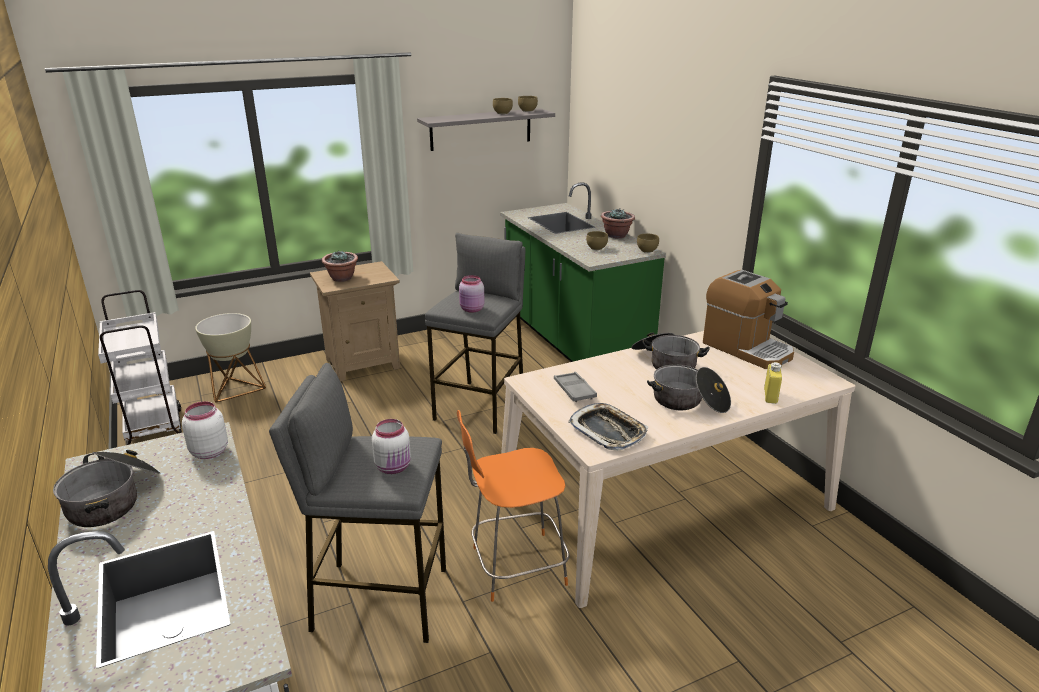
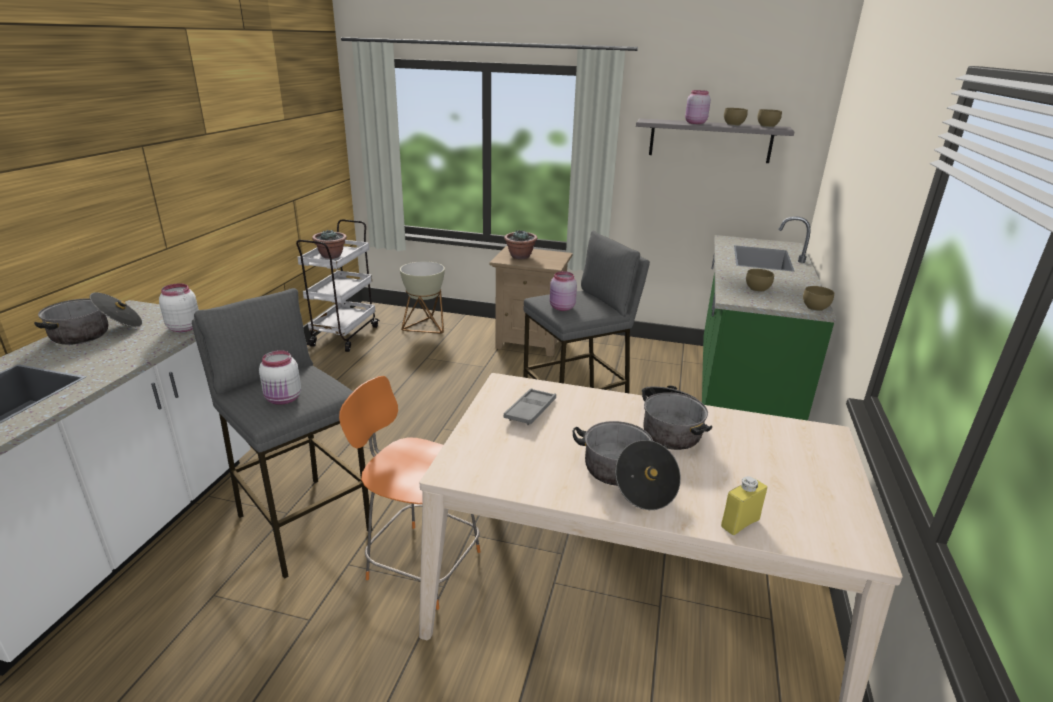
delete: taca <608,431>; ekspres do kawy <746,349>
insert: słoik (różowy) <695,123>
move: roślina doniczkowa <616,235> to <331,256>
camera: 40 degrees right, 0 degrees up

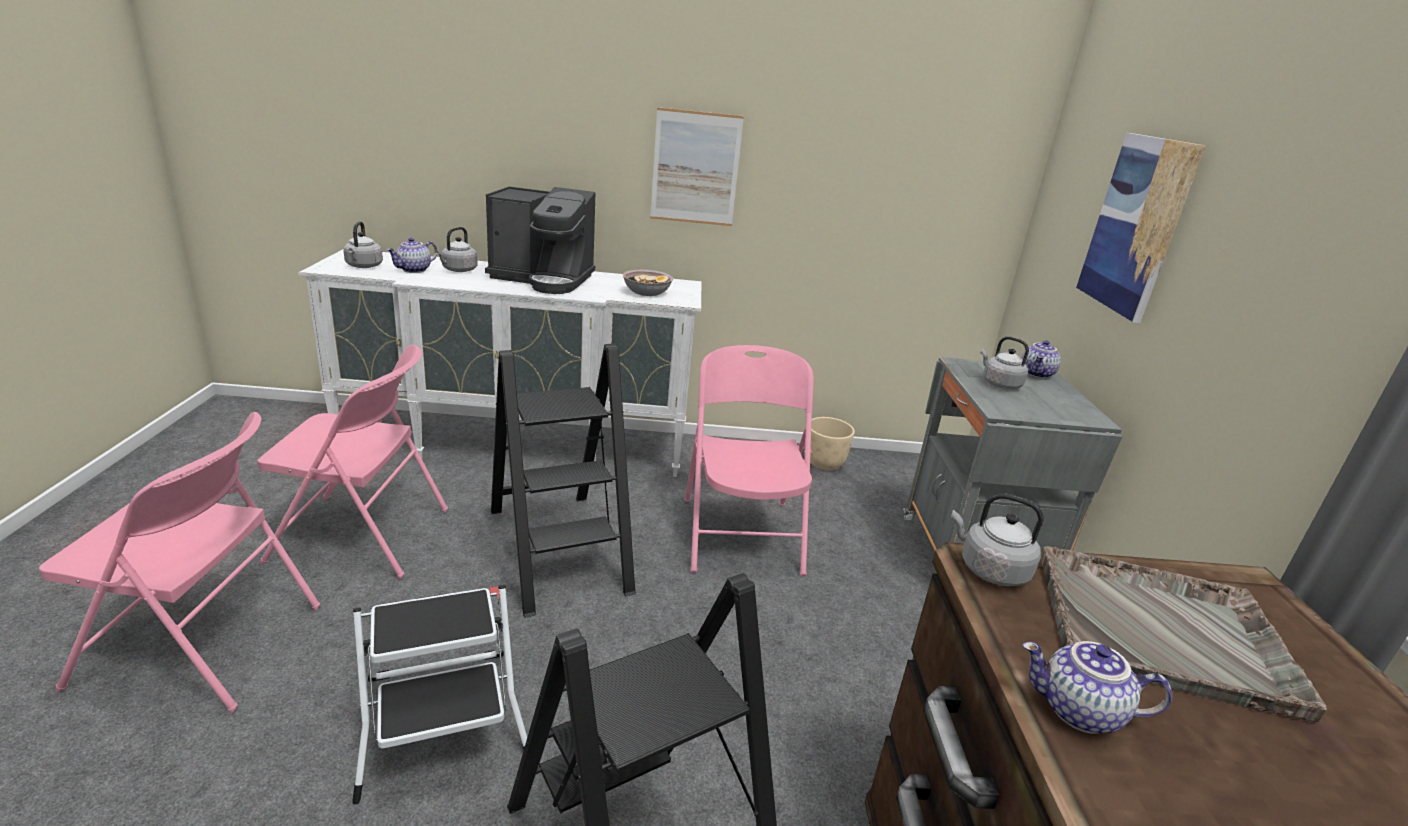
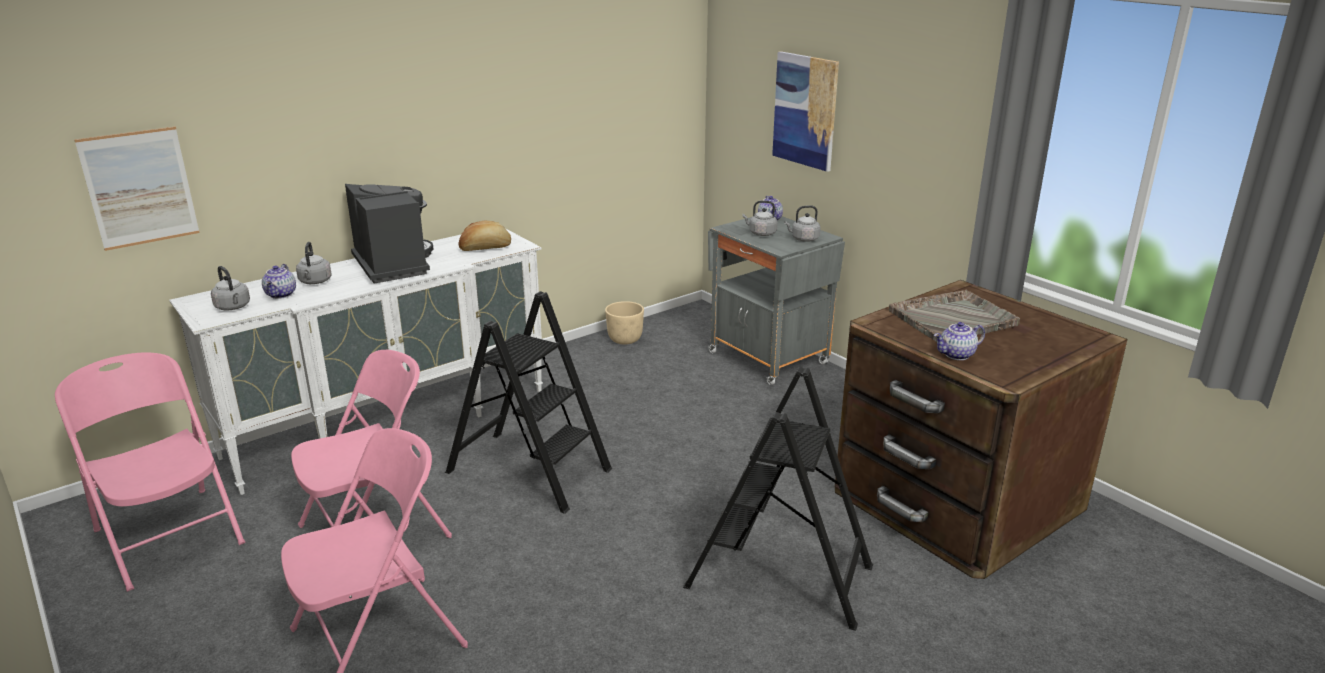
delete: drabinka <442,721>
move: obraz <695,168> to <139,188>; krzesło (różowy) <741,535> to <169,537>; czajnik (szary) <989,569> to <803,239>
replace: miska <646,293> to chleb <485,248>
rotate: ekspres do kawy <543,279> = <393,265> 90 degrees counterclockwise
camera: 35 degrees left, 0 degrees up

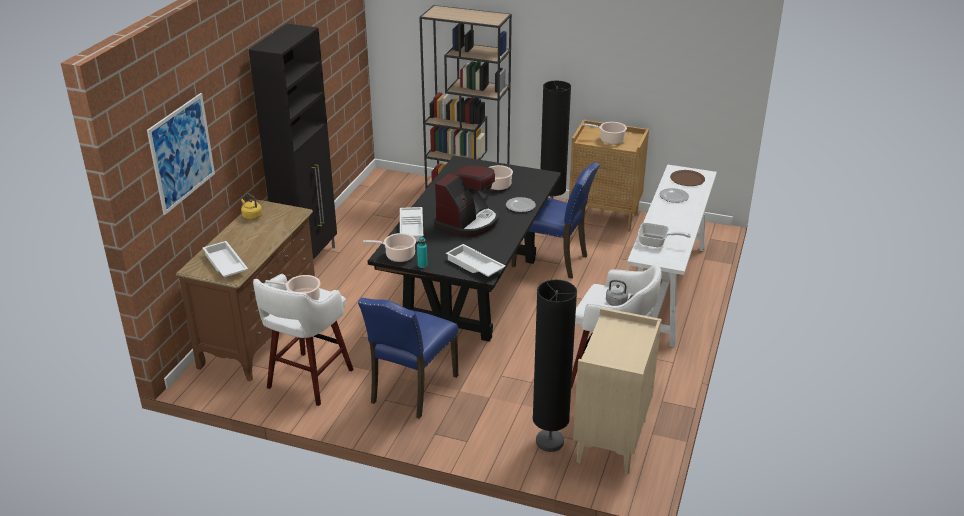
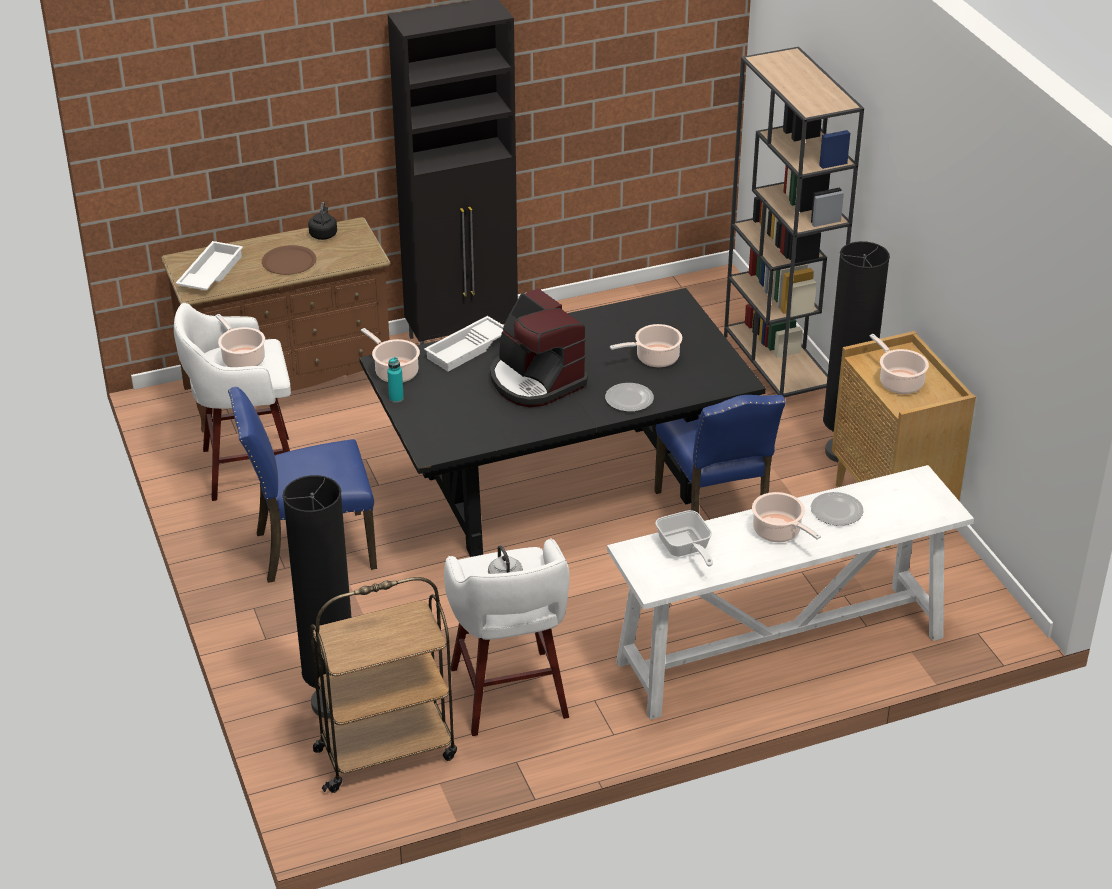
delete: obraz <182,153>; taca (biały) <474,266>
insert: garnek <779,532>
move: talerz (brązowy) <687,179> to <289,261>
replace: szafka (beżowy) <611,441> to wózek (brązowy) <387,754>
recolor: czajnik (żółty) <251,216> to czajnik (czarny) <323,234>
rotate: ekspres do kawy <468,222> = <535,380> 60 degrees clockwise
camera: 50 degrees right, 5 degrees up

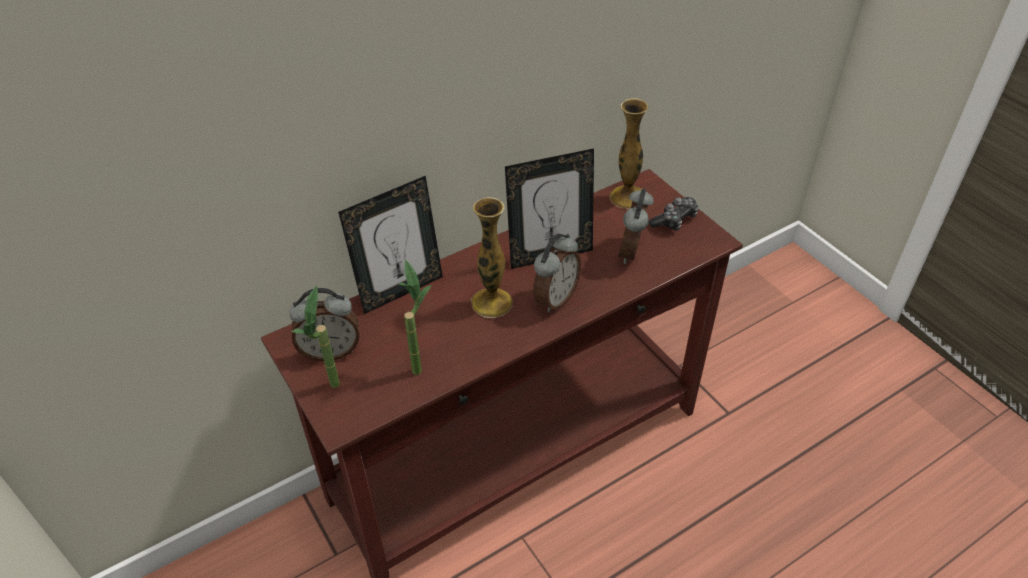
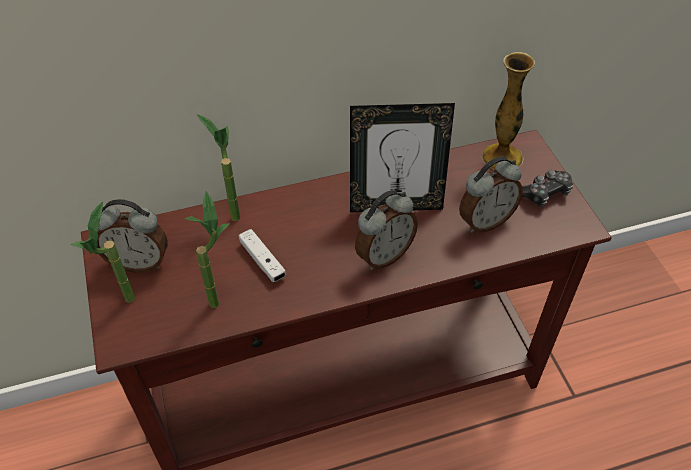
delete: wazon <492,302>
insert: pad do gier (biały) <262,261>
replace: ramka na zdjęcie <400,290> to roślina doniczkowa <230,212>
rotate: budzik <632,252> = <485,221> 150 degrees counterclockwise
camera: 15 degrees right, 5 degrees up

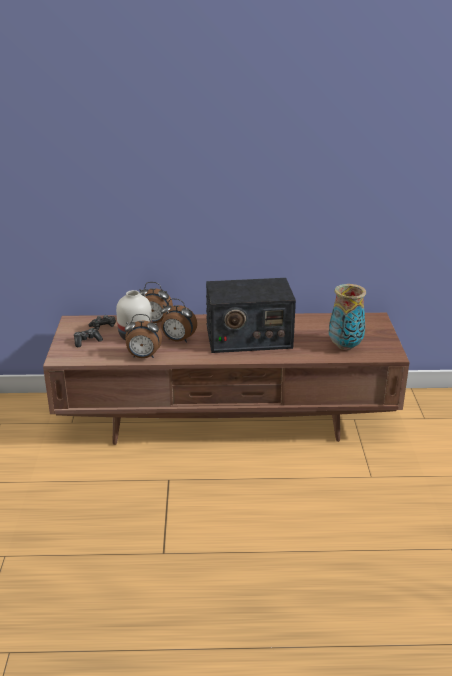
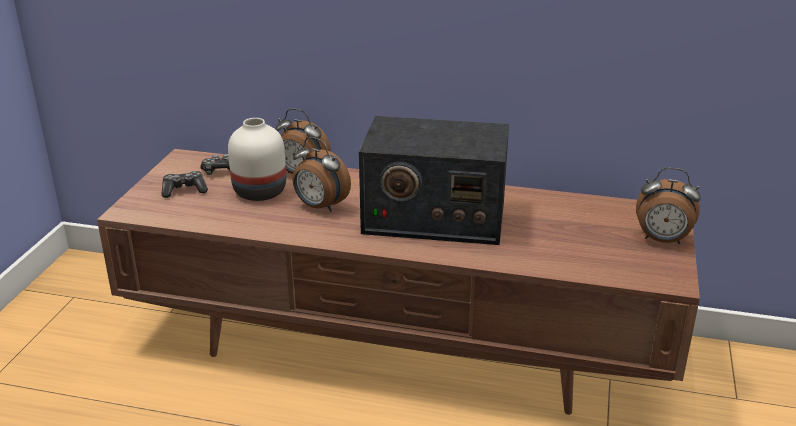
delete: wazon <345,346>
move: budzik <143,357> to <662,240>
camera: 15 degrees right, 0 degrees up

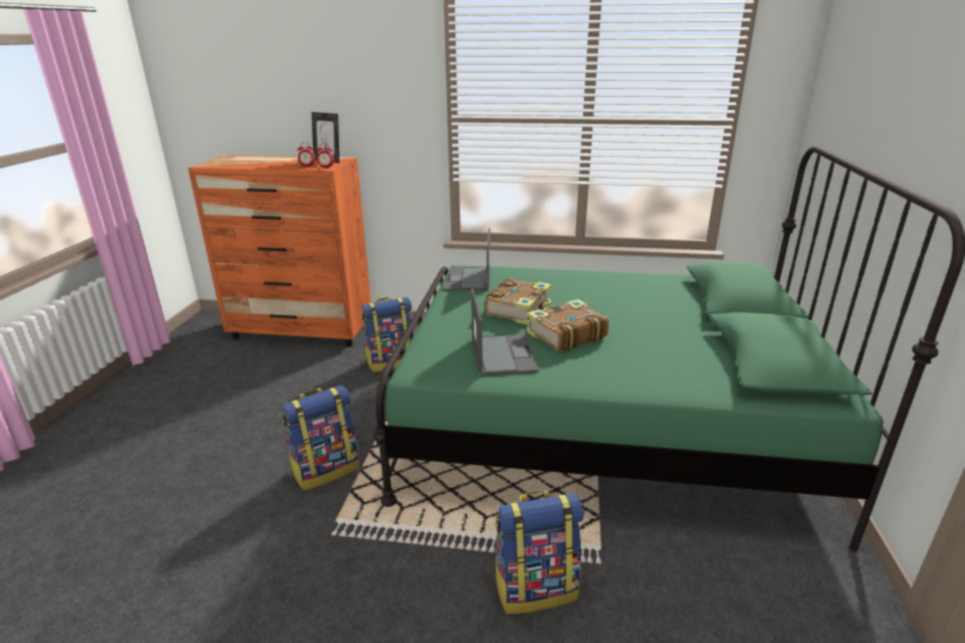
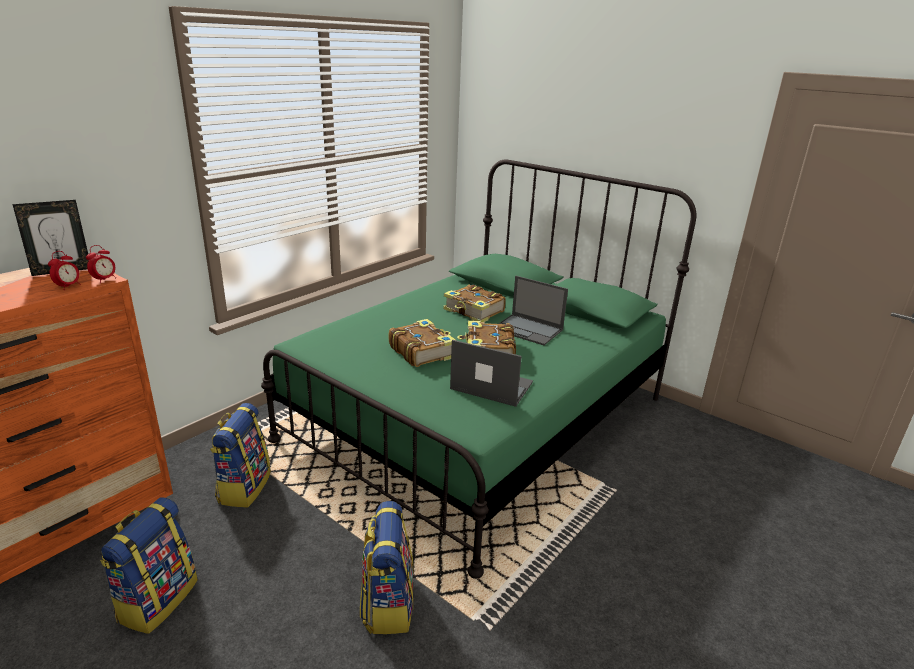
insert: książka <474,312>
move: laptop <468,280> to <528,330>; plecak <536,588> to <157,599>
camera: 60 degrees left, 0 degrees up

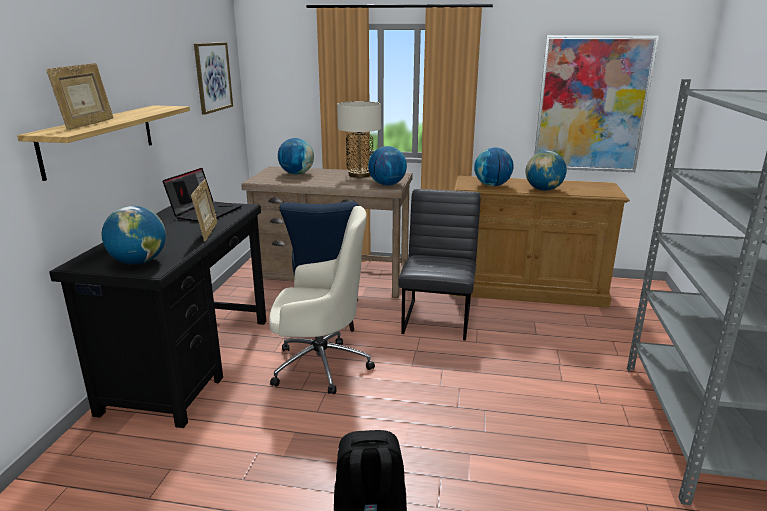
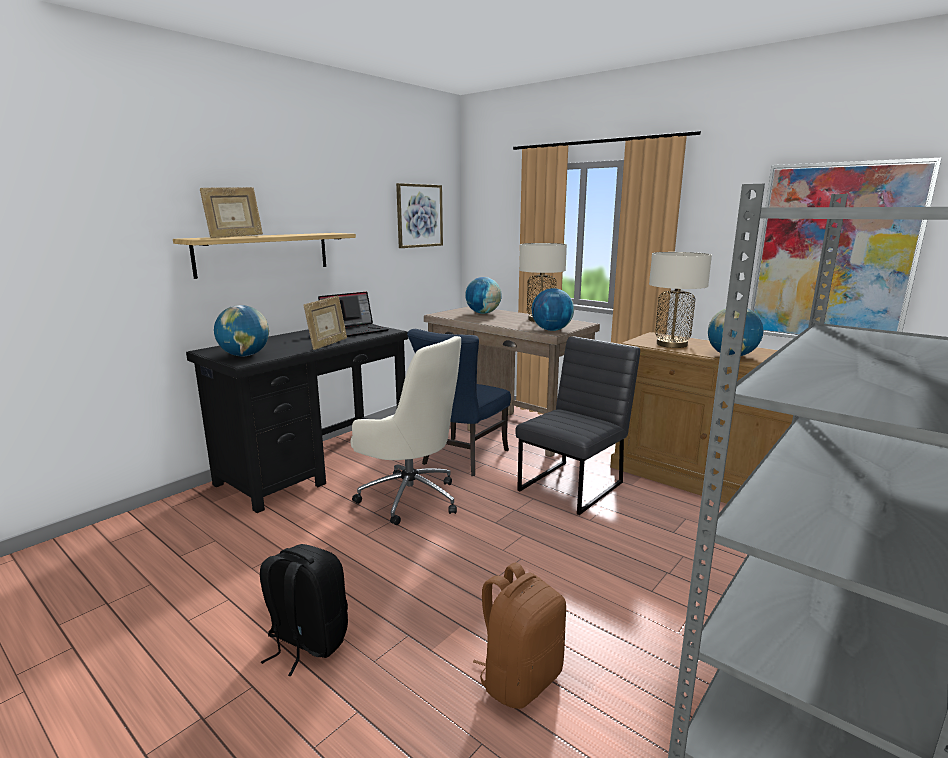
insert: plecak (brązowy) <520,678>
replace: globus <492,185> to lampa stołowa <672,344>
camera: 30 degrees right, 5 degrees down

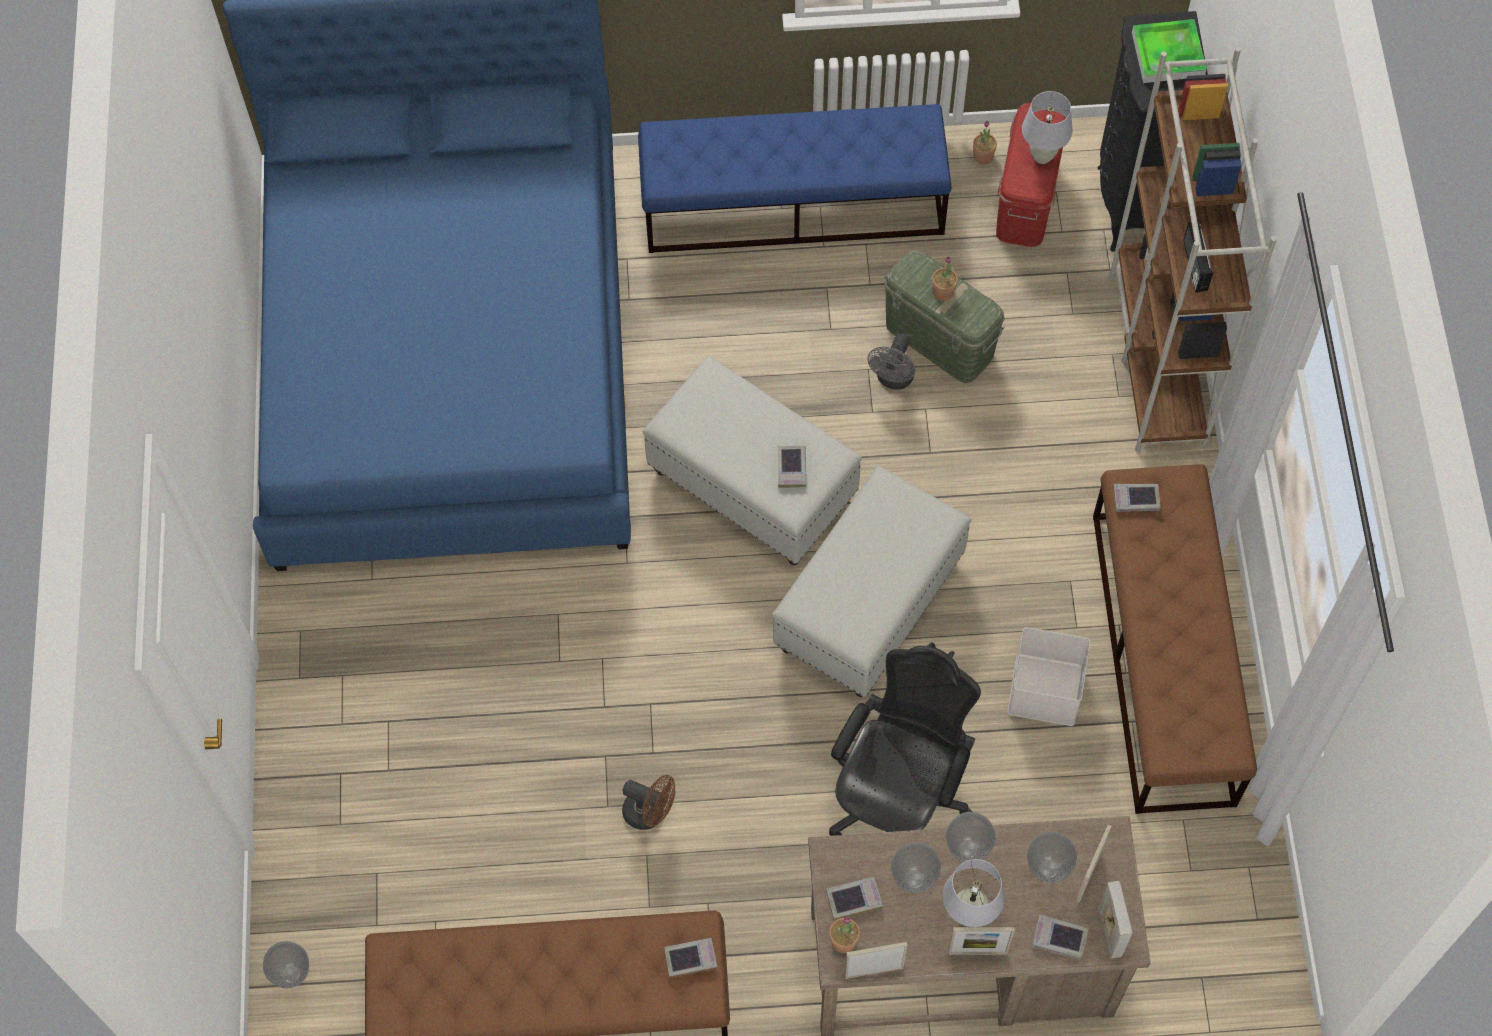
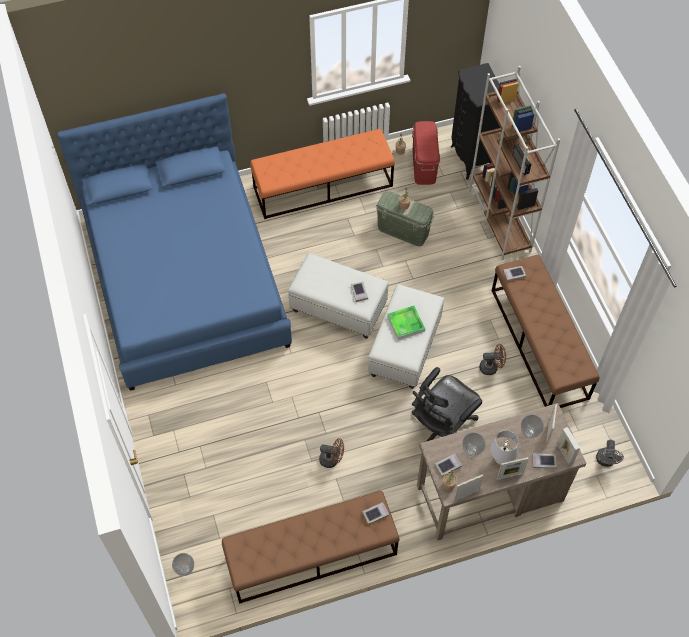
delete: wazon <968,848>; lampa stołowa (biały) <1042,156>
move: wentylator (szary) <893,379> to <605,461>; taca <1168,54> to <406,324>
replace: pojemnik do przechowywania (biały) <1044,688> to wentylator (brązowy) <491,367>
recolor: ławka (niebieski) <794,205> to ławka (pomarańczowy) <323,187>
rotate: krzesło biurowe <898,797> = <441,428> 150 degrees counterclockwise
camera: 15 degrees left, 5 degrees down

